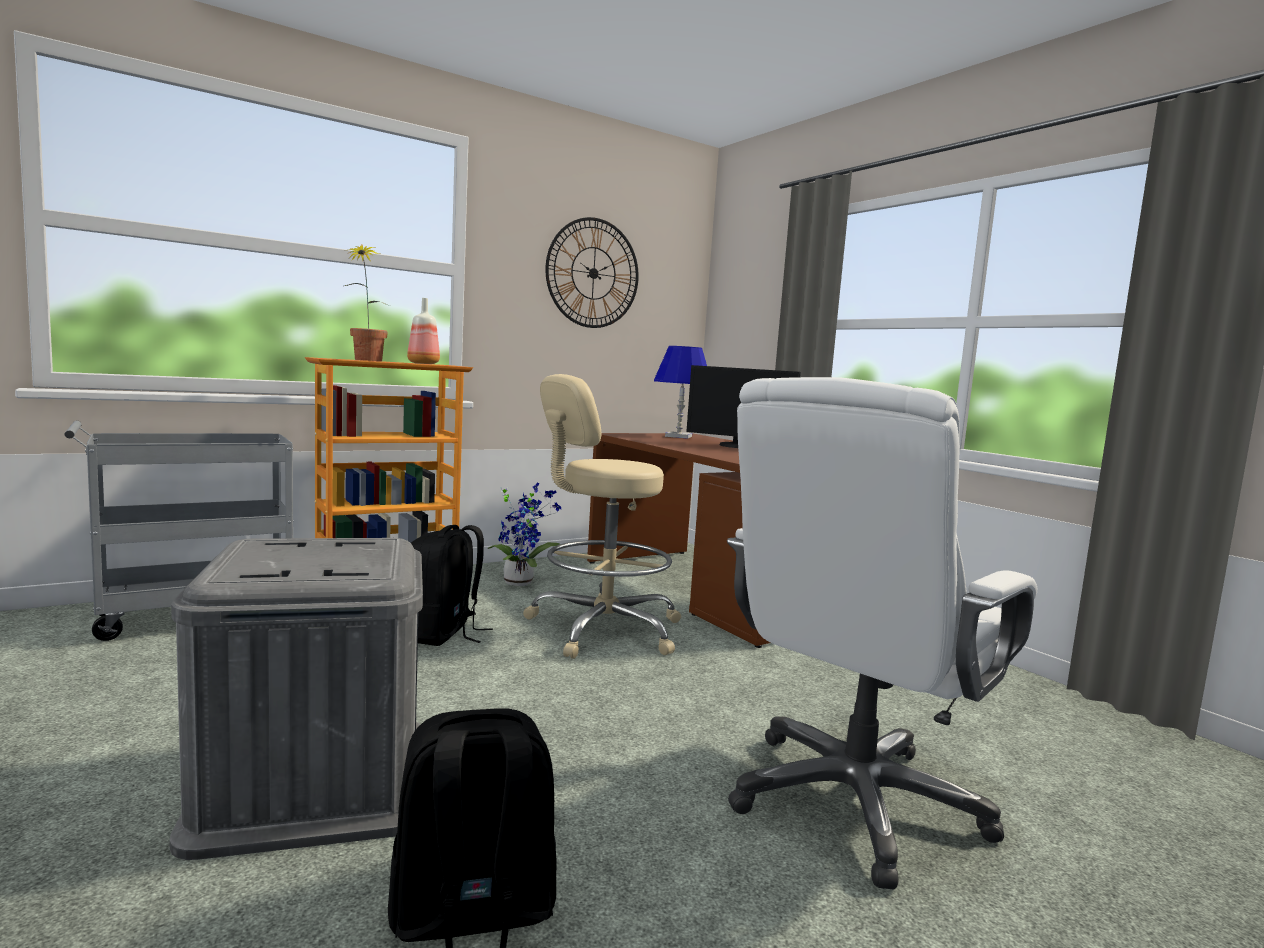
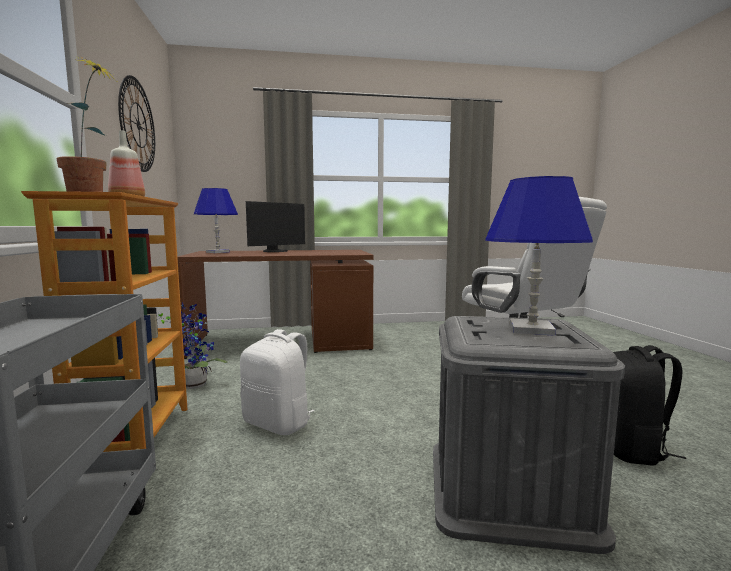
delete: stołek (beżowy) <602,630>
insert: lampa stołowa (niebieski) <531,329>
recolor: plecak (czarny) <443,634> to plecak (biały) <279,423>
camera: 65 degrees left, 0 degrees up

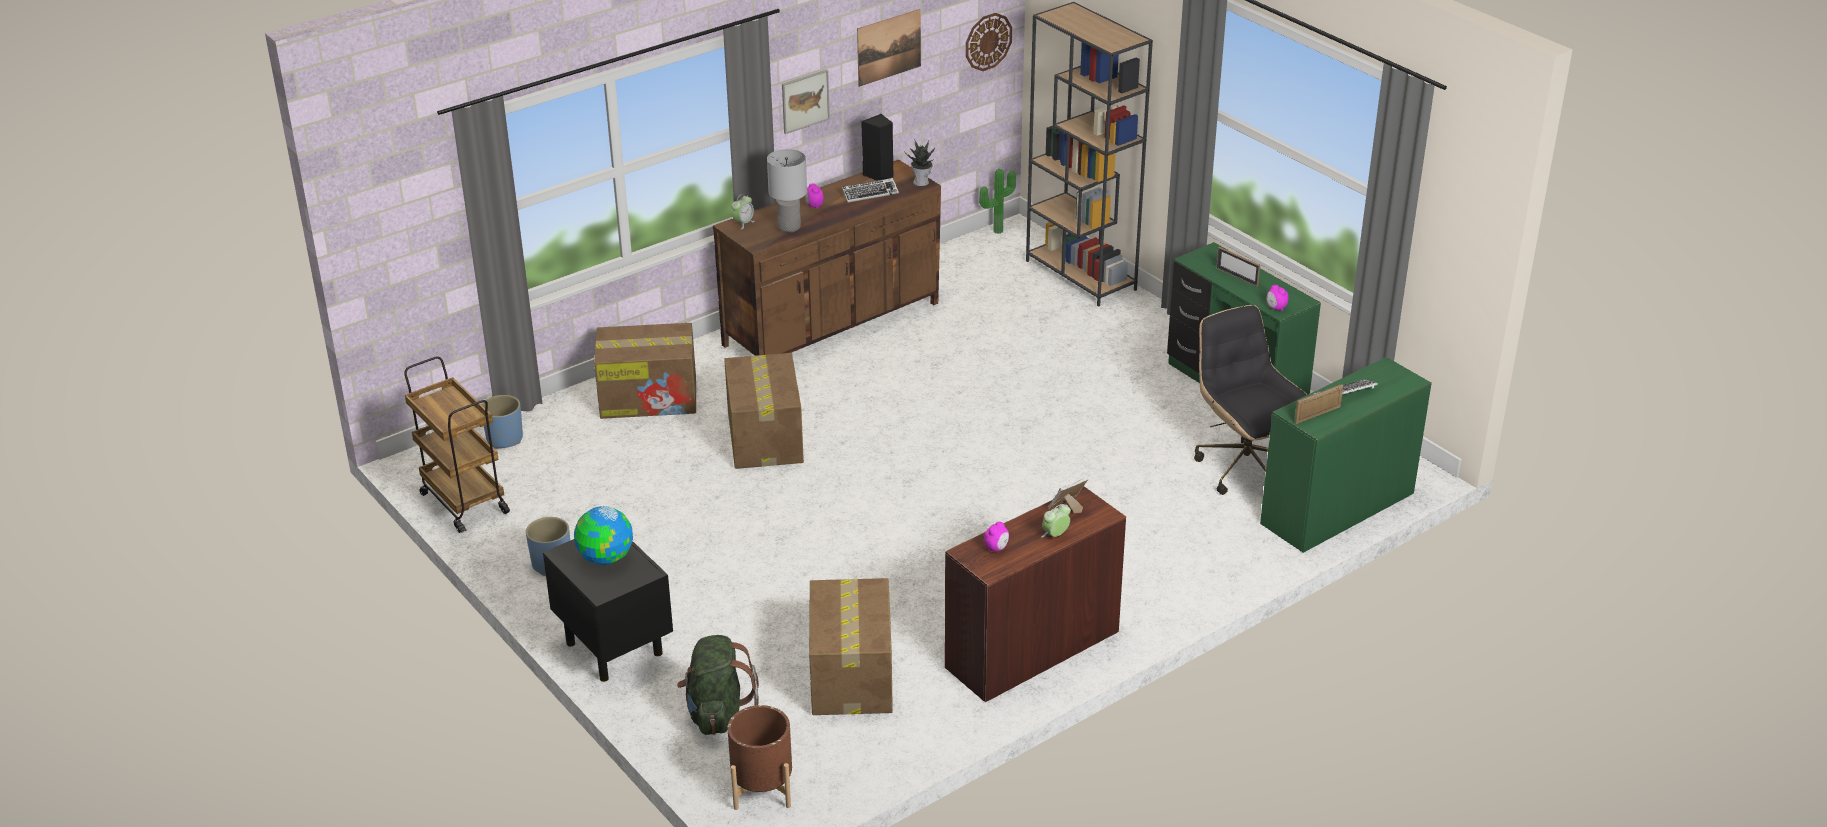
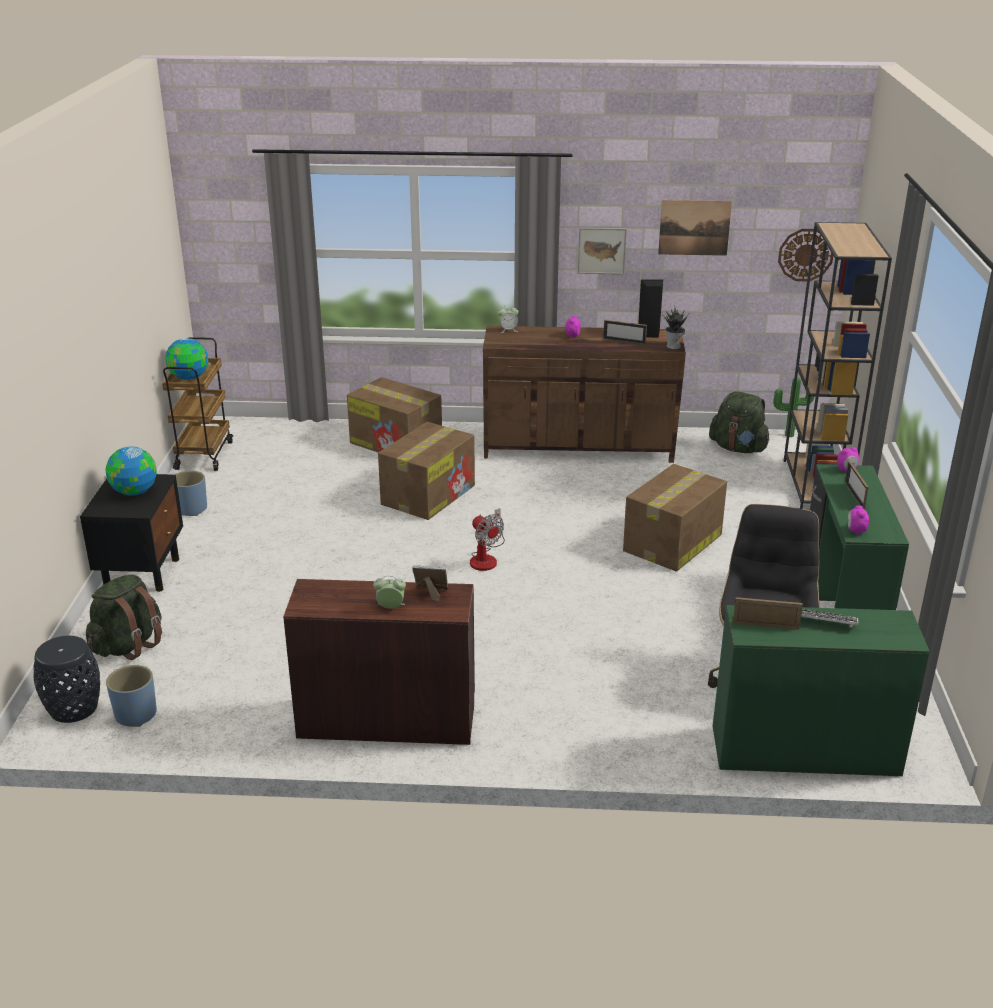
delete: lampa stołowa (szary) <789,229>
insert: globus <189,377>; wentylator <486,558>; plecak (zielony) <738,448>
move: donica (niebieski) <504,439> to <136,714>; karton <851,677> to <672,543>; budzik <996,548> to <846,470>
replace: donica (brązowy) <762,788> to stołek (czarny) <73,708>; klawiatura <870,193> to ramka na zdjęcie <624,341>
camera: 40 degrees right, 5 degrees down

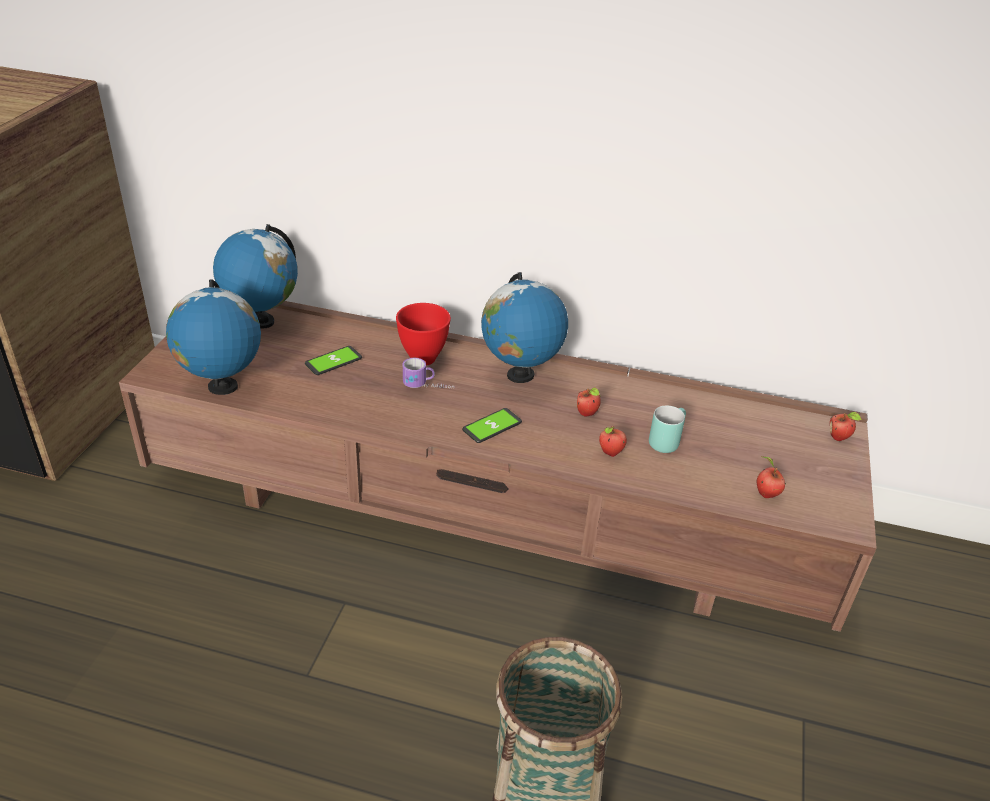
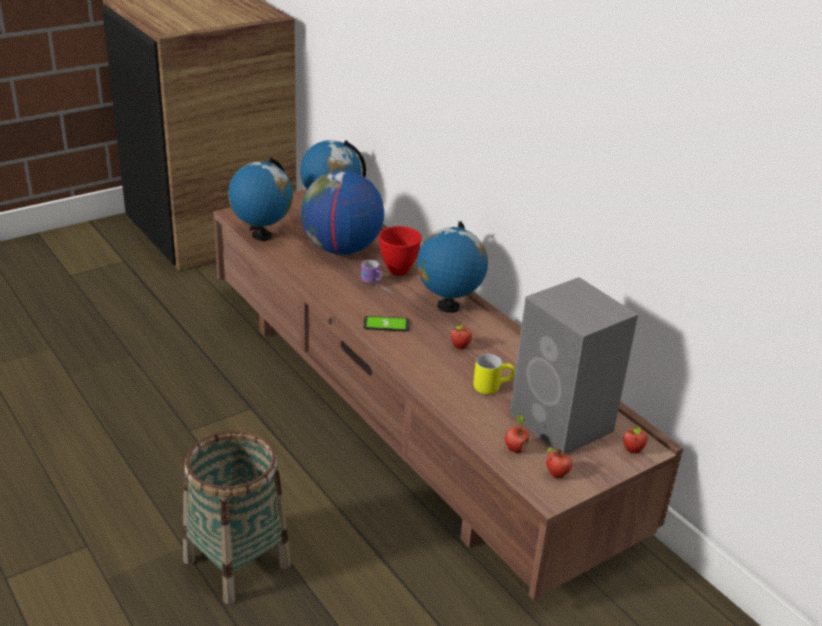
insert: głośnik (szary) <563,423>
move: jabłko <610,453> to <556,475>
replace: telefon <333,361> to globus <341,249>
recolor: kubek (turkusowy) <665,440> to kubek (żółty) <491,386>
camera: 40 degrees right, 5 degrees down

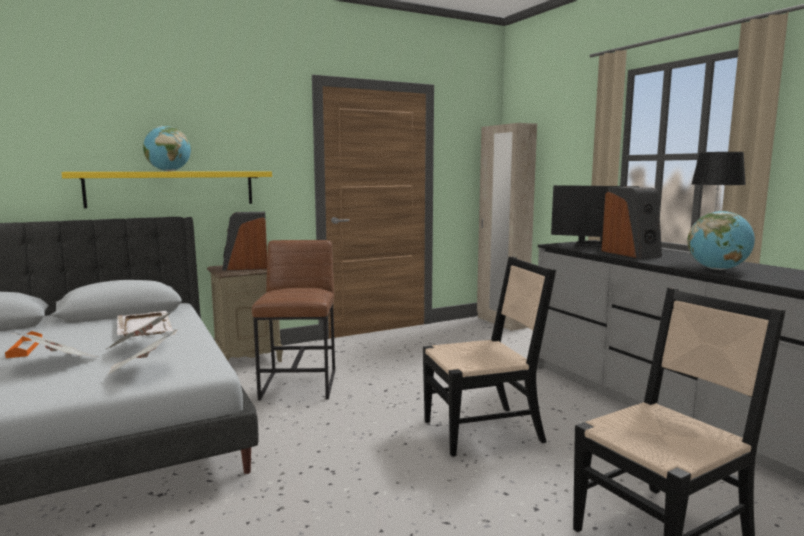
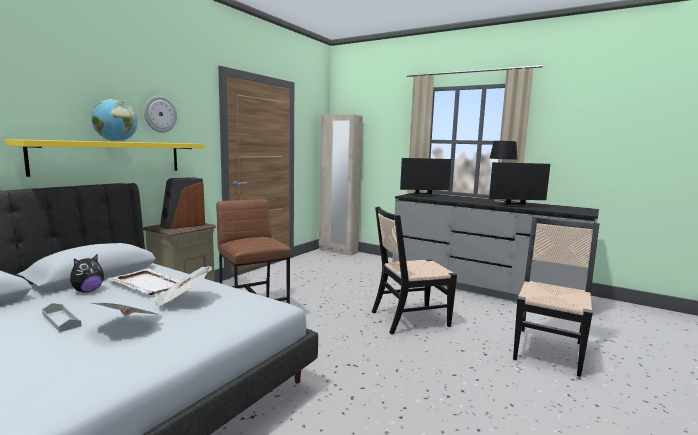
delete: gazeta <142,370>; głośnik <631,253>
insert: pluszak <87,291>; zegar ścienny <160,114>
replace: globus <717,269> to monitor <516,206>
recolor: taca (pomarańczowy) <25,348> to taca (szary) <61,320>
rotate: krzesło <483,431> = <409,319> 150 degrees counterclockwise
camera: 30 degrees left, 0 degrees up

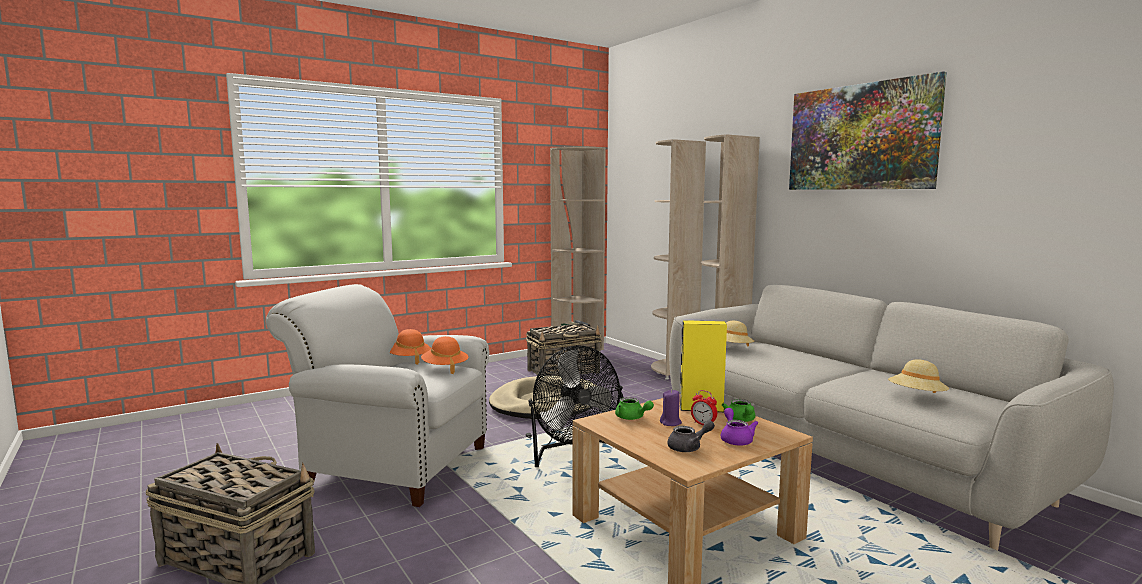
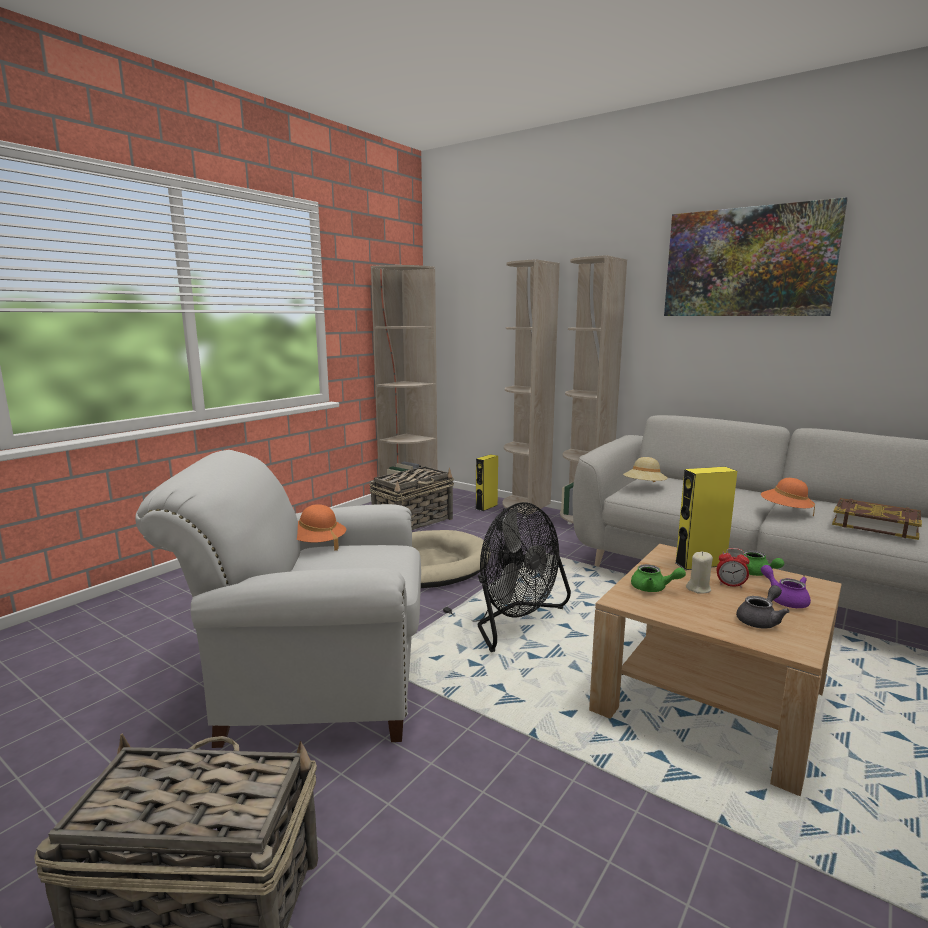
insert: głośnik (żółty) <486,507>
move: kapelusz (pomarańczowy) <445,368> to <785,511>
replace: kapelusz (beżowy) <917,397> to książka <875,524>
recolor: świeca (fioletowy) <670,423> to świeca (beżowy) <698,589>
camera: 20 degrees left, 5 degrees up

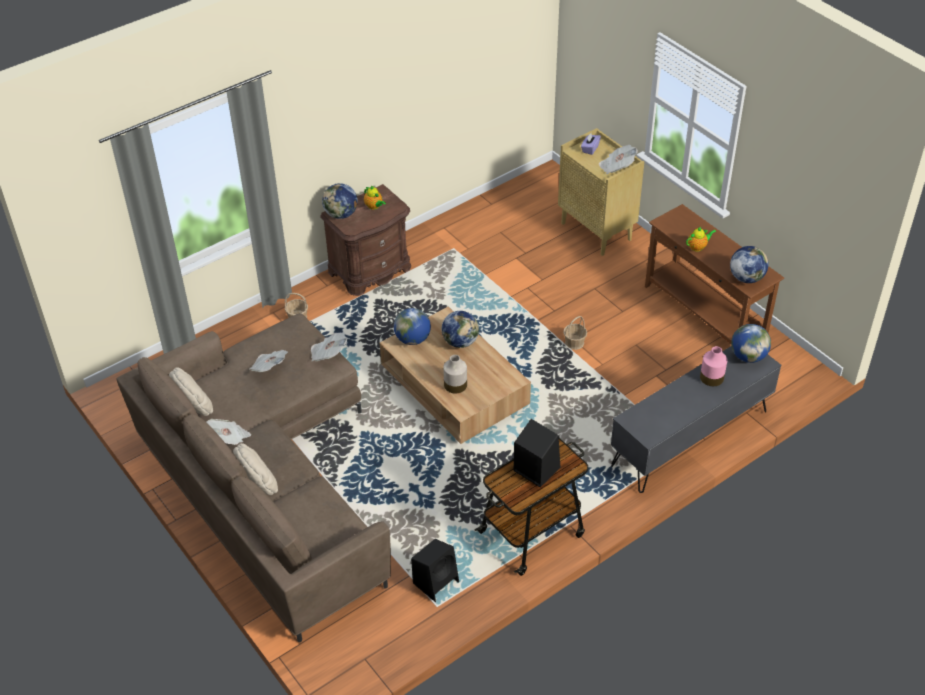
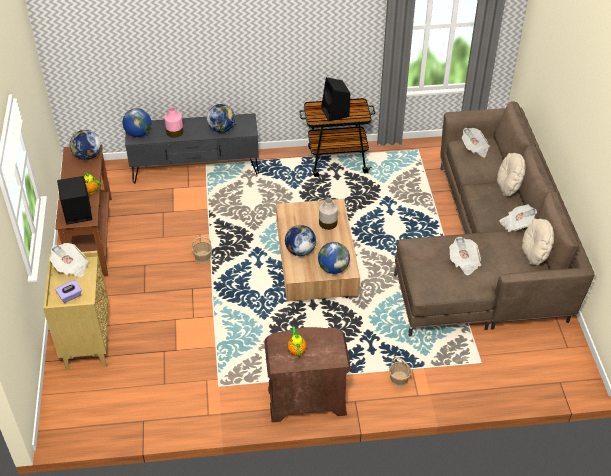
move: gazeta <328,354> to <475,148>; globus <341,214> to <221,129>; głośnik (czarny) <436,582> to <77,214>
camera: 150 degrees left, 0 degrees up

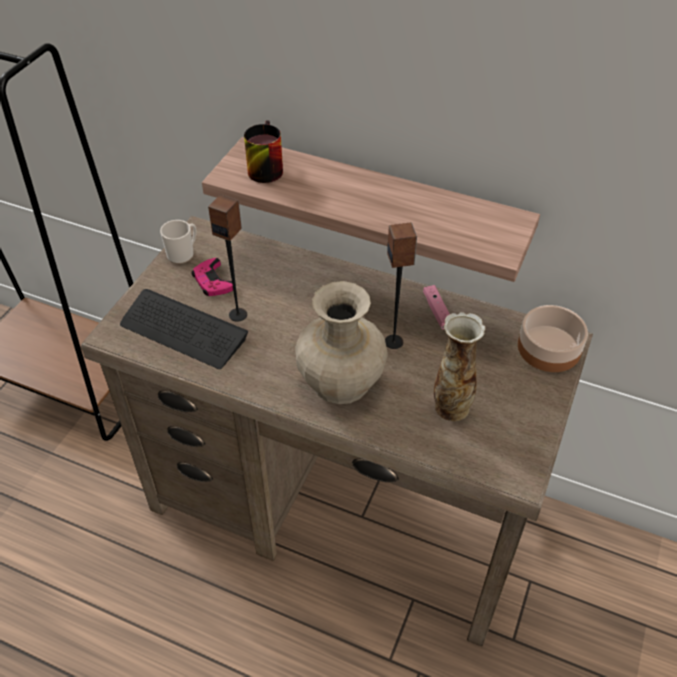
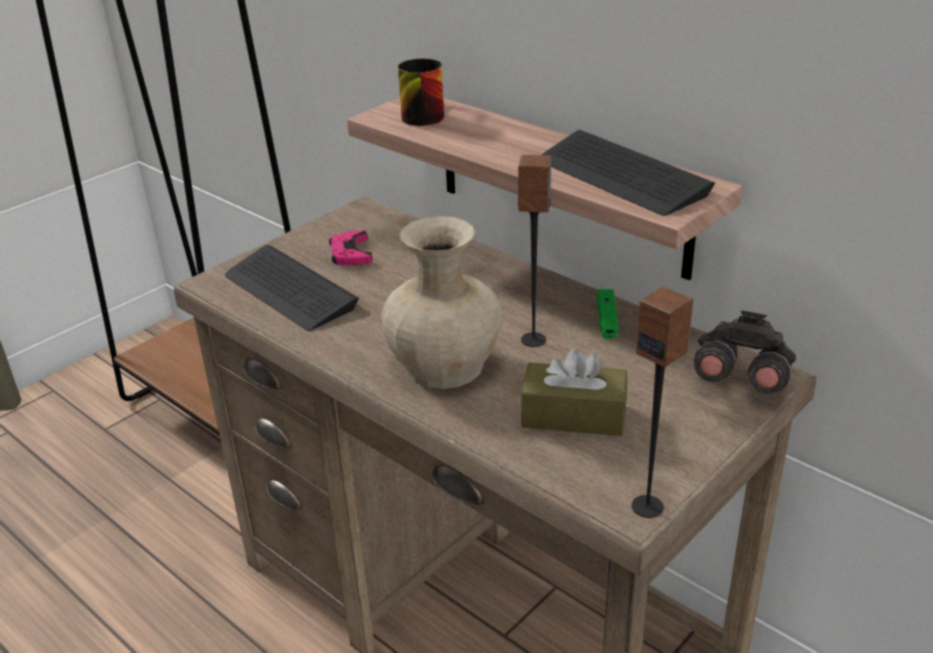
delete: kubek <183,254>
insert: klawiatura <621,176>
move: głośnik <238,314> to <648,506>
replace: wazon <451,406> to pudełko chusteczek (brązowy) <573,415>; miska <548,348> to lornetka (szary) <741,380>
recolor: pad do gier (różowy) <437,311> to pad do gier (zielony) <607,319>
camera: 20 degrees right, 15 degrees down

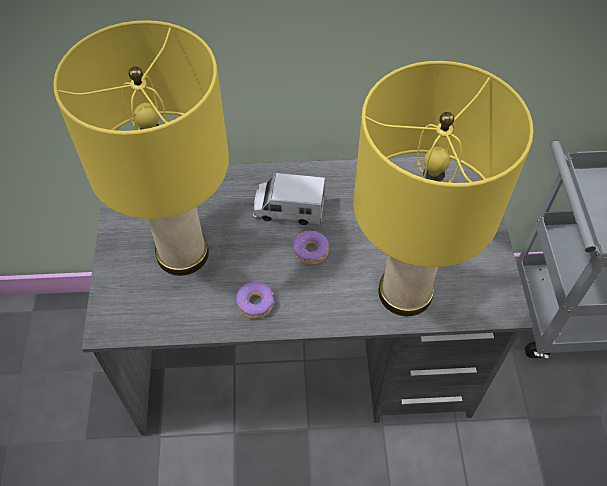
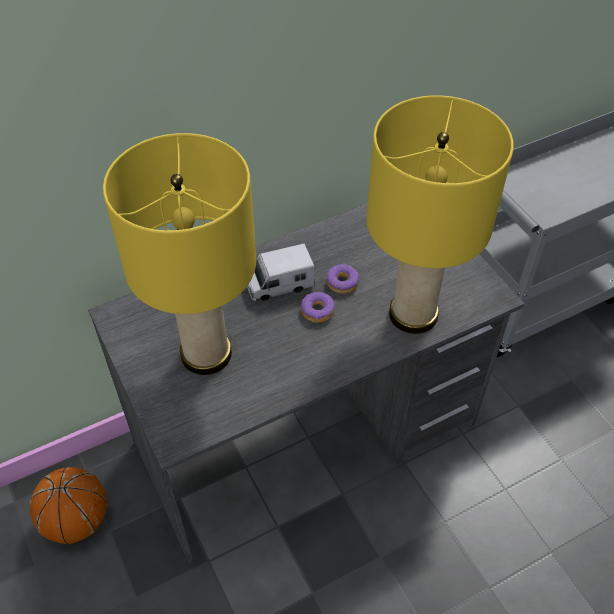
insert: piłka do koszykówki <77,520>
move: donut <255,304> to <342,283>
camera: 25 degrees left, 5 degrees down

